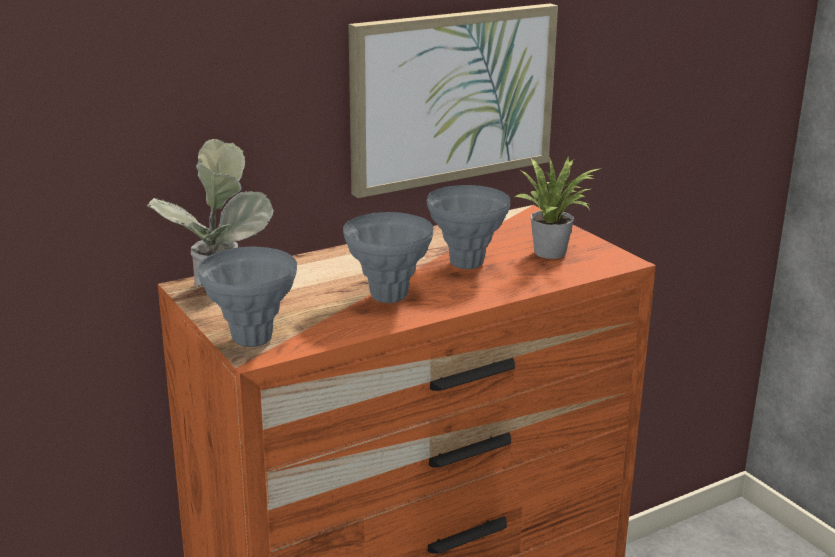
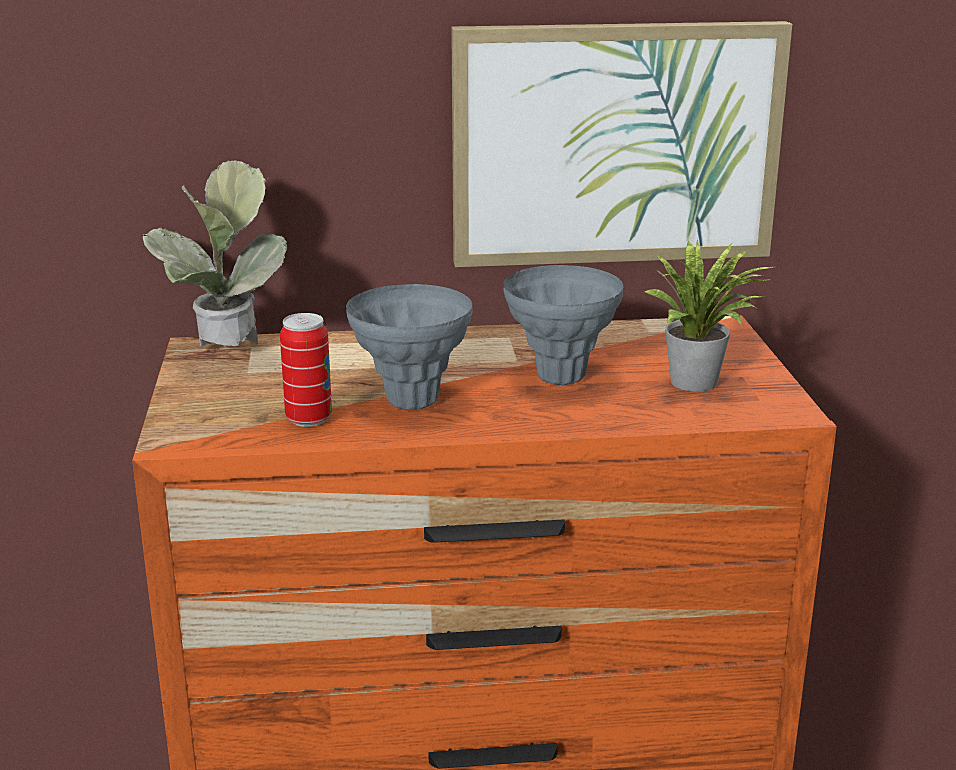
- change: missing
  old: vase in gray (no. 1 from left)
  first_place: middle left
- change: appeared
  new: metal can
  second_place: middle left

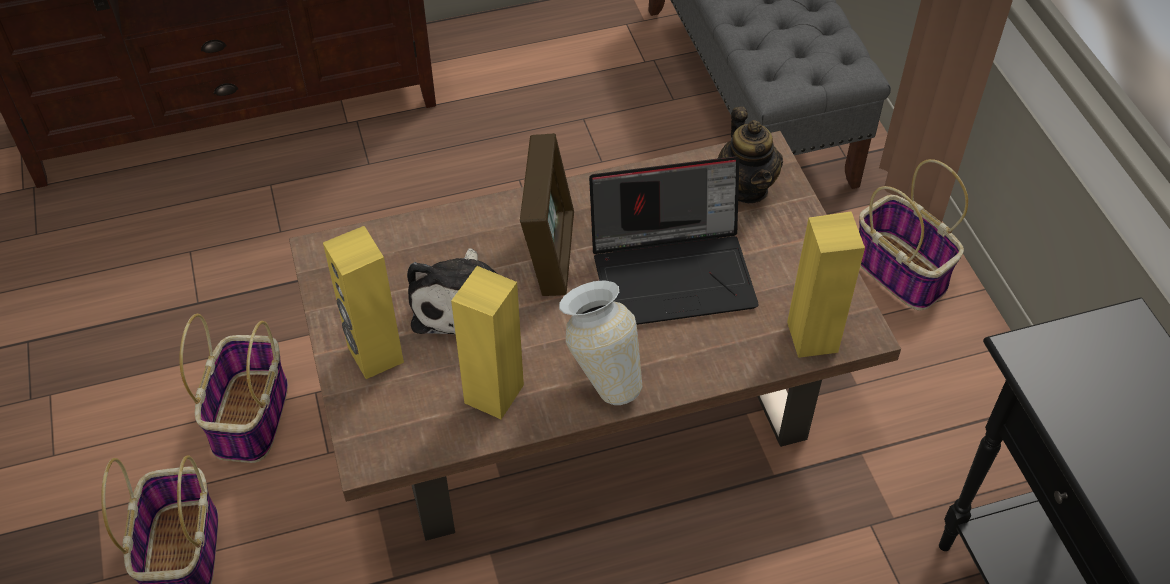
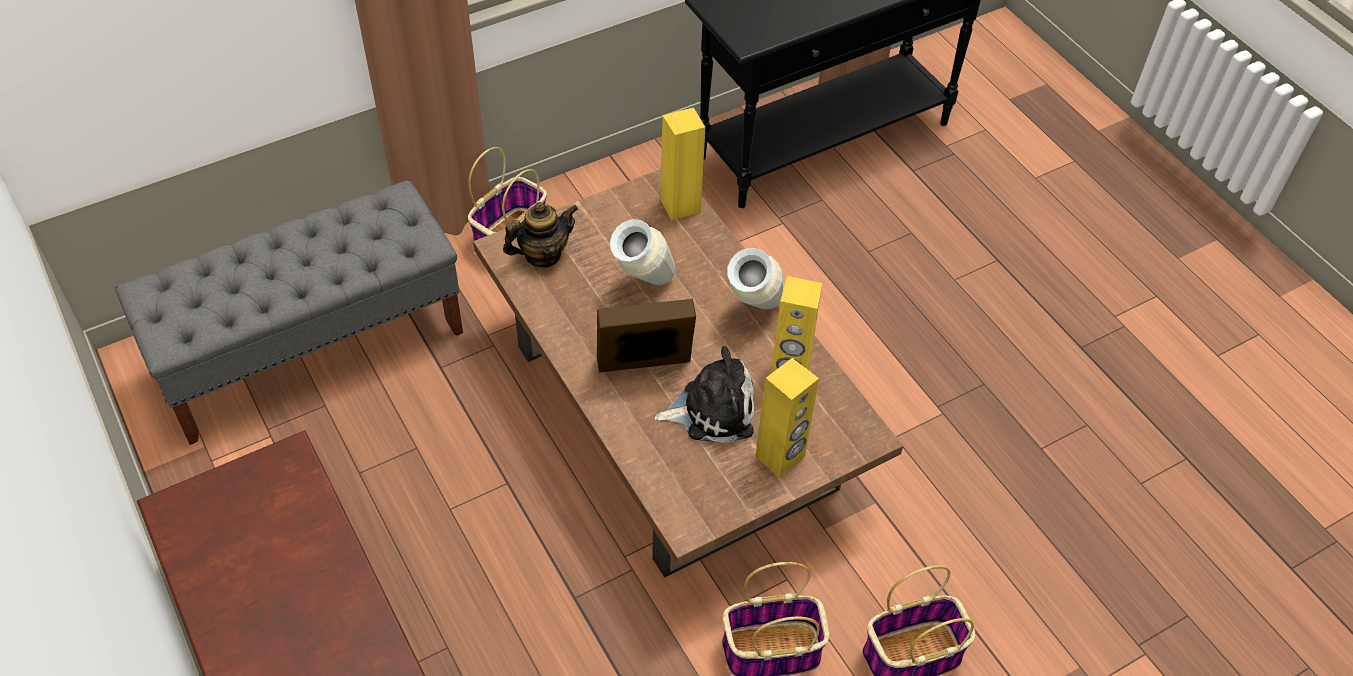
- change: exchanged
  old: notebook computer
  new: vase (no. 1 from left)
  first_place: centre
  second_place: centre

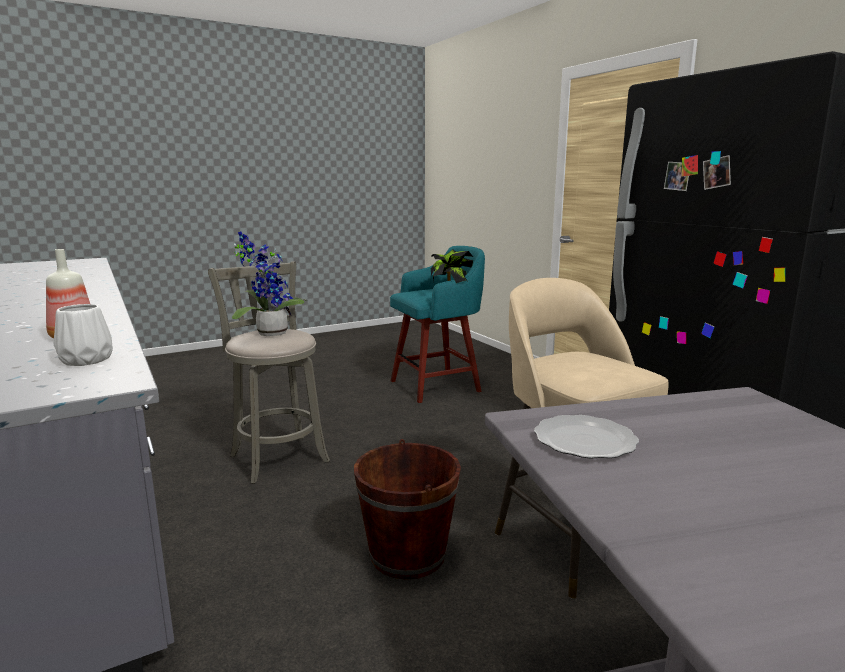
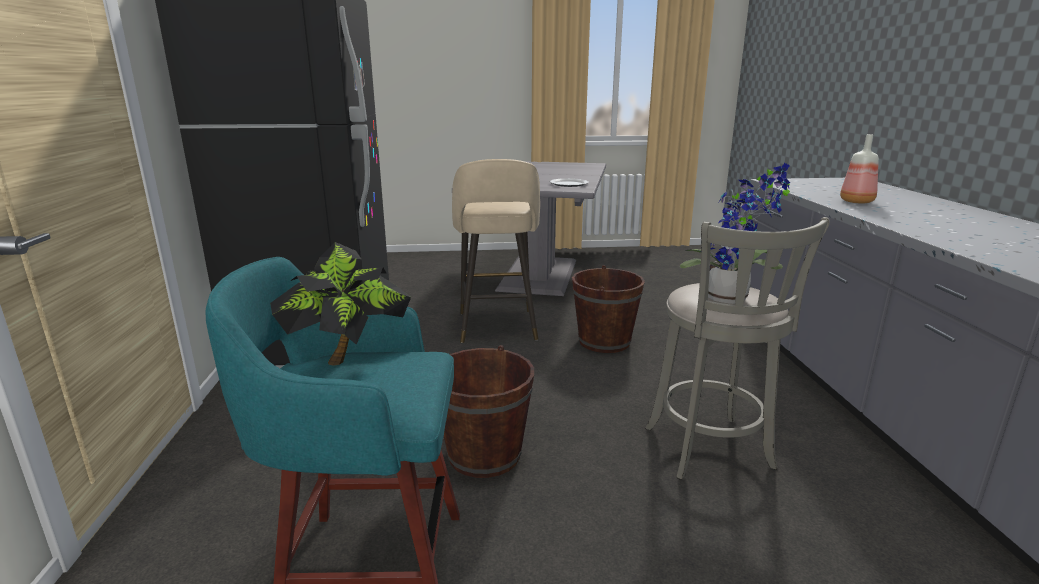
- change: missing
  old: vase in whitish
  first_place: middle left
- change: appeared
  new: water bucket in brownish (no. 1 from left)
  second_place: bottom centre

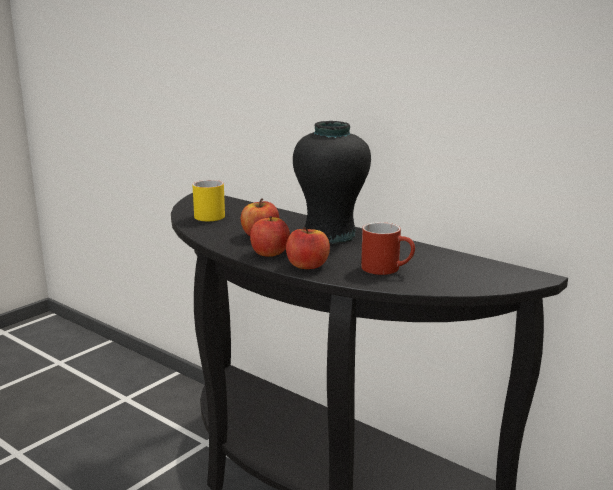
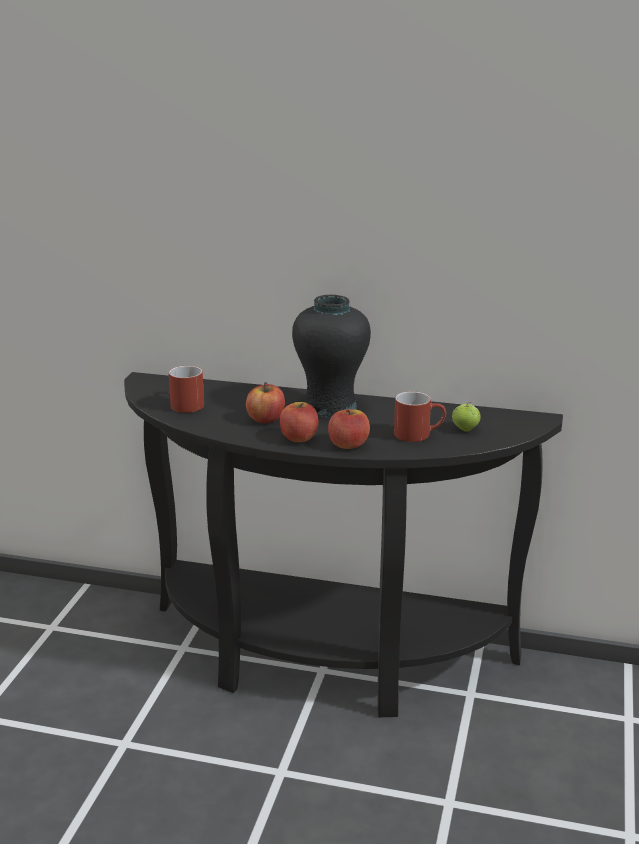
- change: appeared
  new: whole apple (no. 4 from left)
  second_place: middle right
- change: colour
  old: mug in yellowish
  new: mug in reddish (no. 1 from left)
  first_place: centre
  second_place: middle left

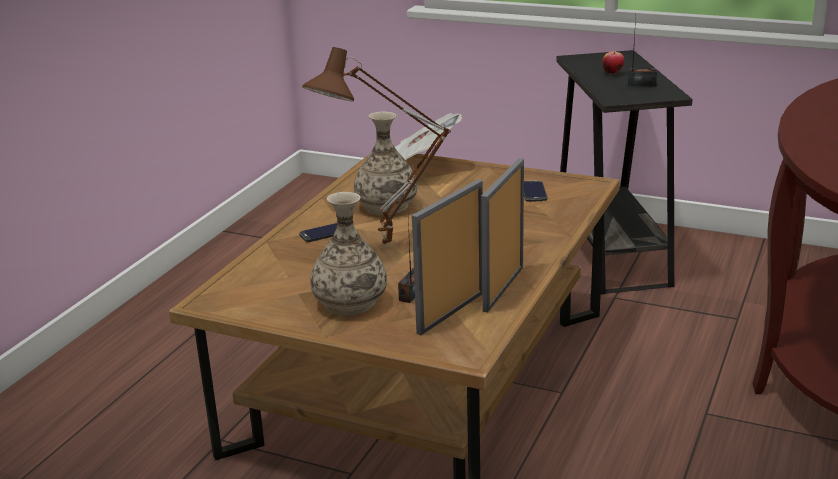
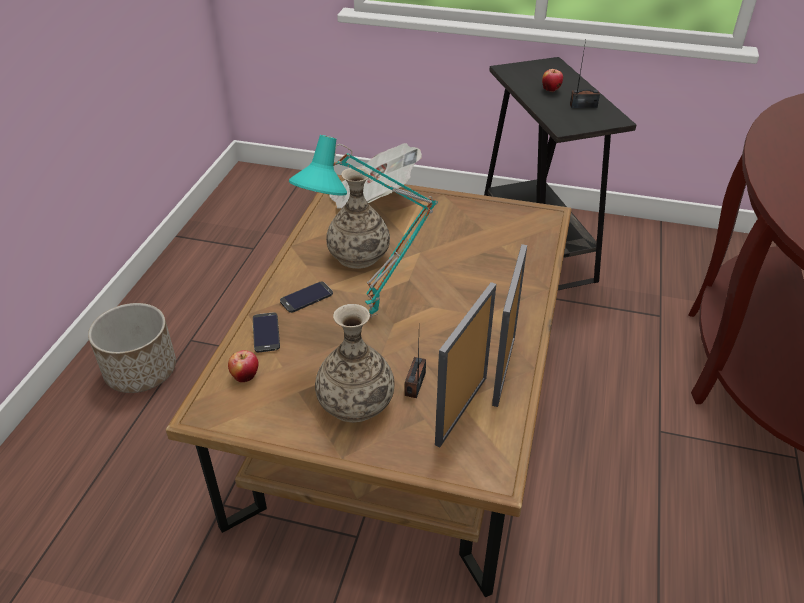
- change: appeared
  new: plant pot
  second_place: middle left
- change: appeared
  new: whole apple (no. 1 from left)
  second_place: middle left
- change: relocated
  old: phone (no. 2 from left in the first image)
  new: phone (no. 1 from left)
  first_place: centre
  second_place: middle left
- change: colour
  old: tabletop lamp in brownish
  new: tabletop lamp in turquoise
  first_place: top centre
  second_place: centre

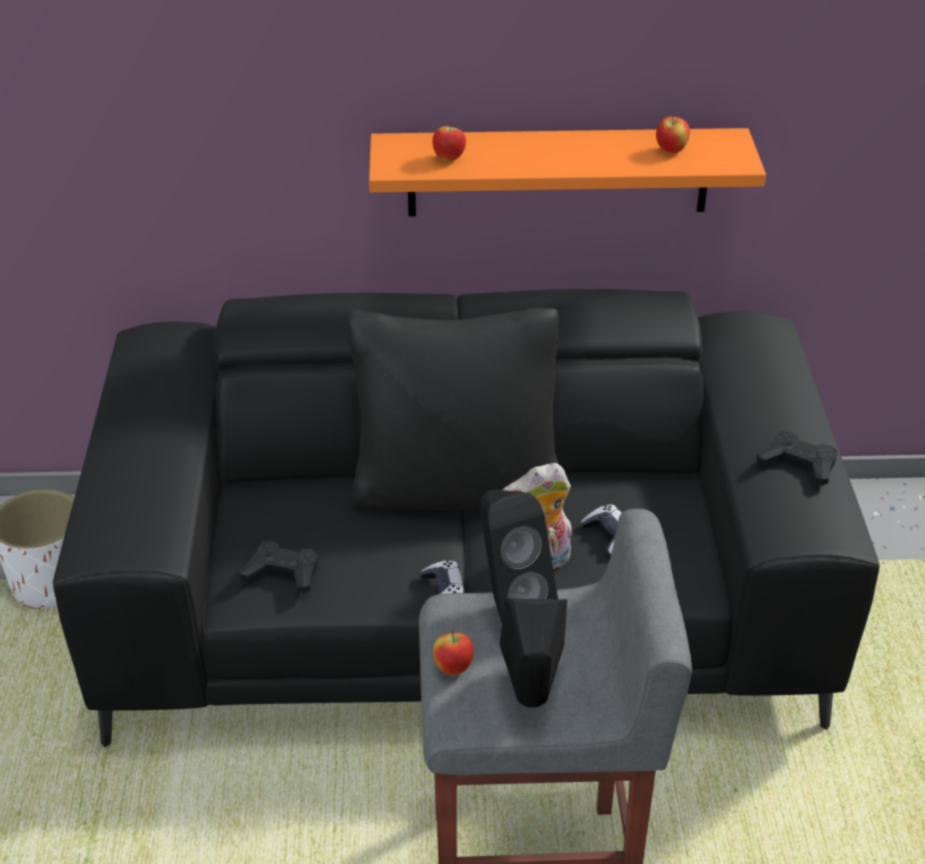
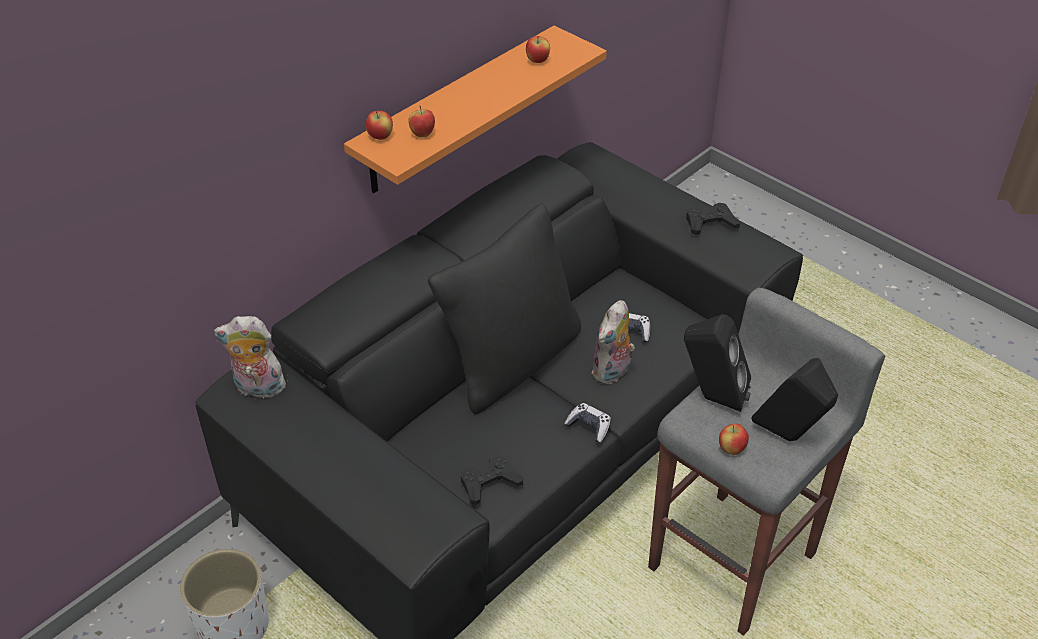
- change: appeared
  new: plush toy (no. 1 from left)
  second_place: middle left
- change: appeared
  new: whole apple (no. 1 from left)
  second_place: top centre

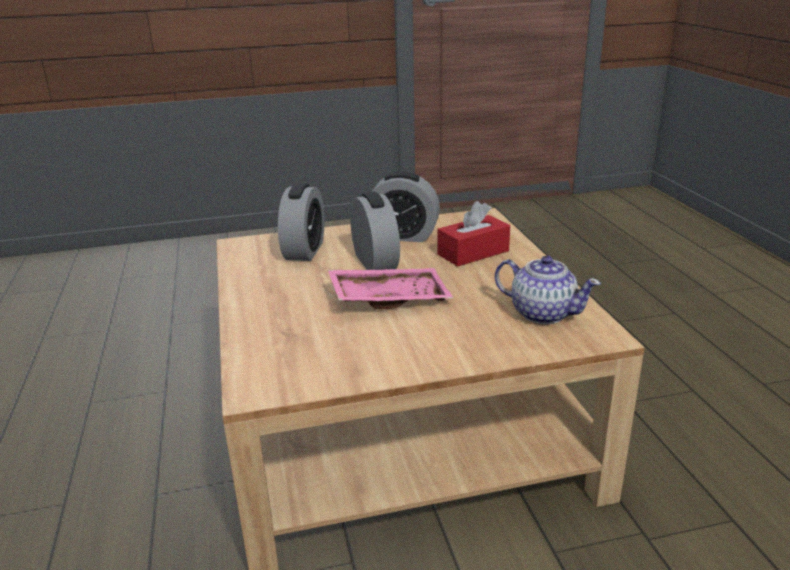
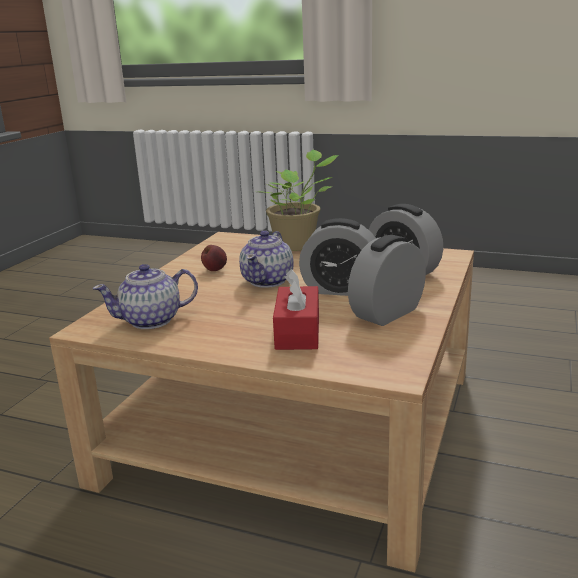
- change: appeared
  new: whole apple
  second_place: centre
- change: appeared
  new: potted plant
  second_place: centre
- change: exchanged
  old: tray in pink-coloured
  new: pot for tea (no. 2 from left)
  first_place: centre
  second_place: centre

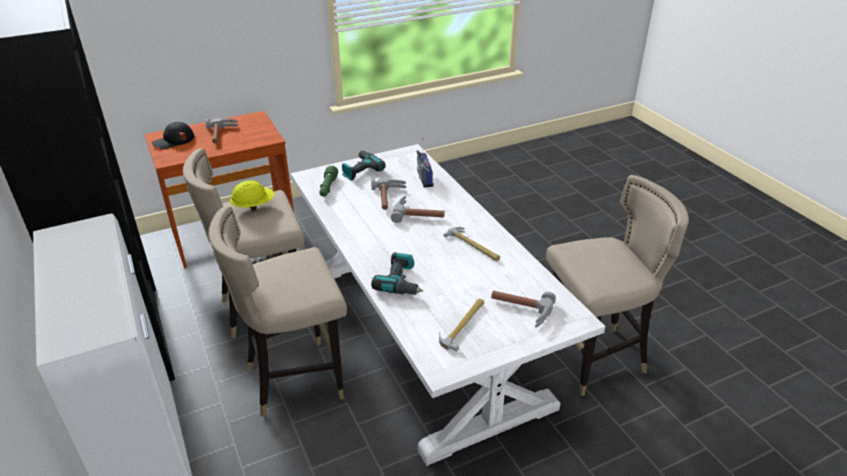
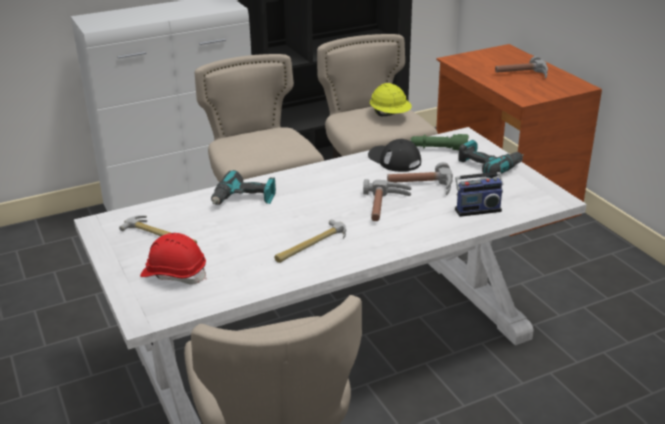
- change: relocated
  old: peaked cap in blackish
  first_place: top left
  second_place: centre
- change: exchanged
  old: hand hammer (no. 6 from left)
  new: safety helmet in reddish
  first_place: centre
  second_place: middle left

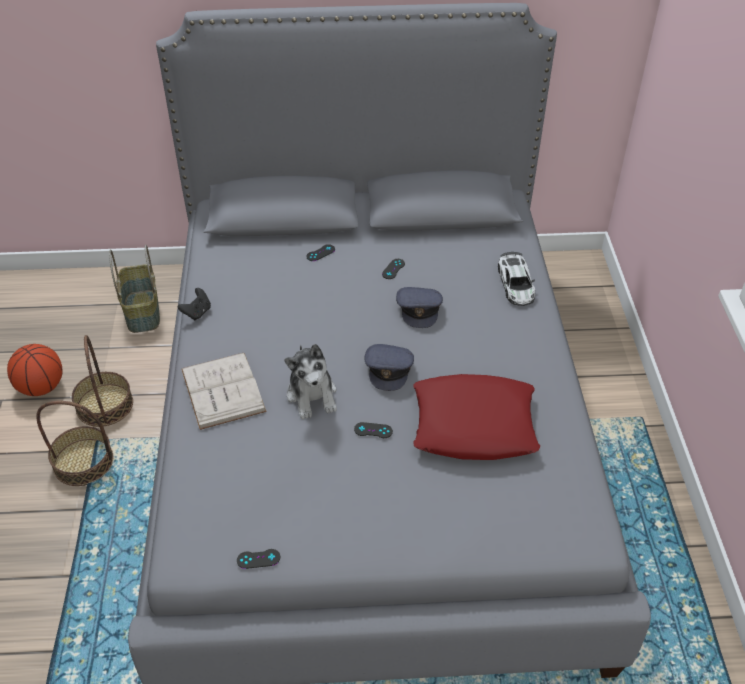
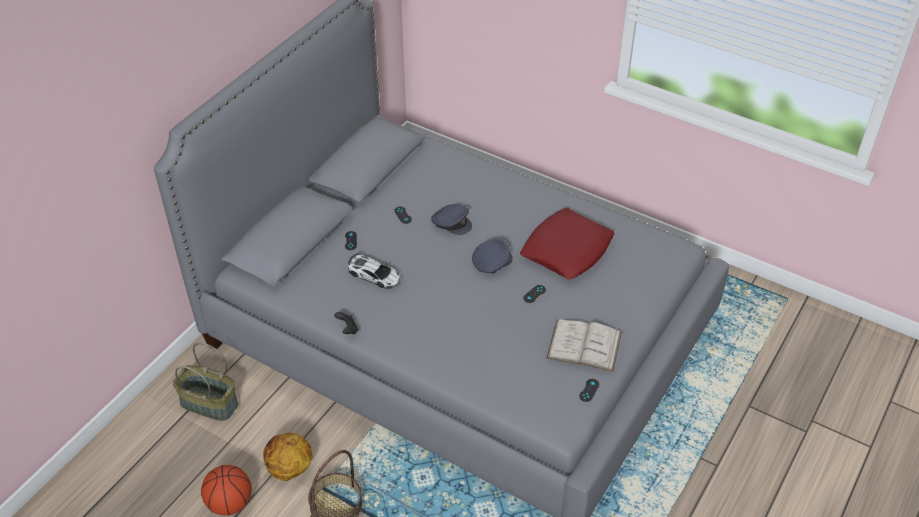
- change: missing
  old: plush toy
  first_place: centre
- change: relocated
  old: book in whitish
  first_place: middle left
  second_place: bottom centre
- change: relocated
  old: miniature car
  first_place: middle right
  second_place: centre
- change: exchanged
  old: household basket (no. 2 from left)
  new: ball for basketball (no. 2 from left)
  first_place: middle left
  second_place: bottom left
- change: spun
  old: peaked cap in gray (no. 1 from left in the first image)
  first_place: centre
  second_place: centre
  degrees: -75

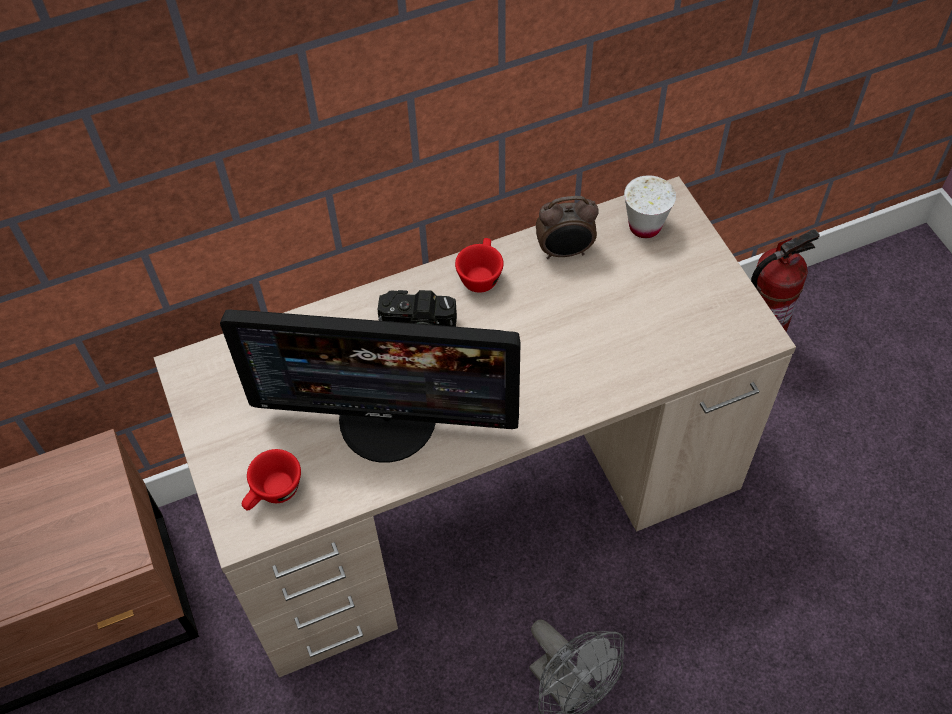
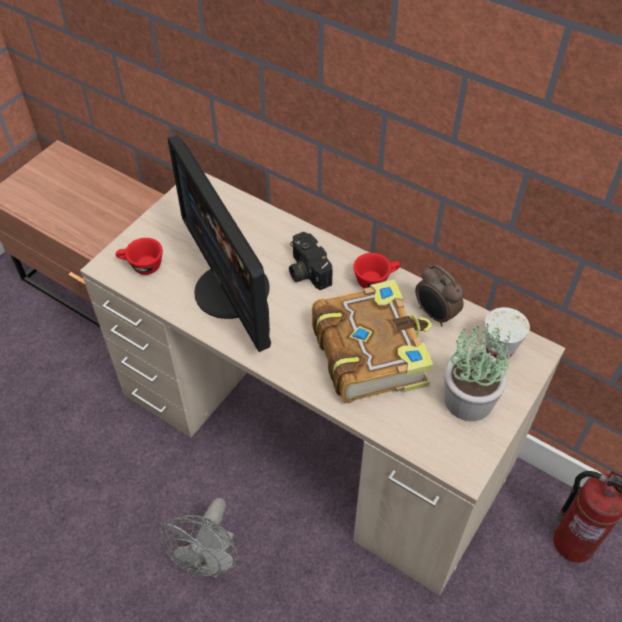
- change: appeared
  new: book
  second_place: centre
- change: appeared
  new: potted plant
  second_place: middle right

